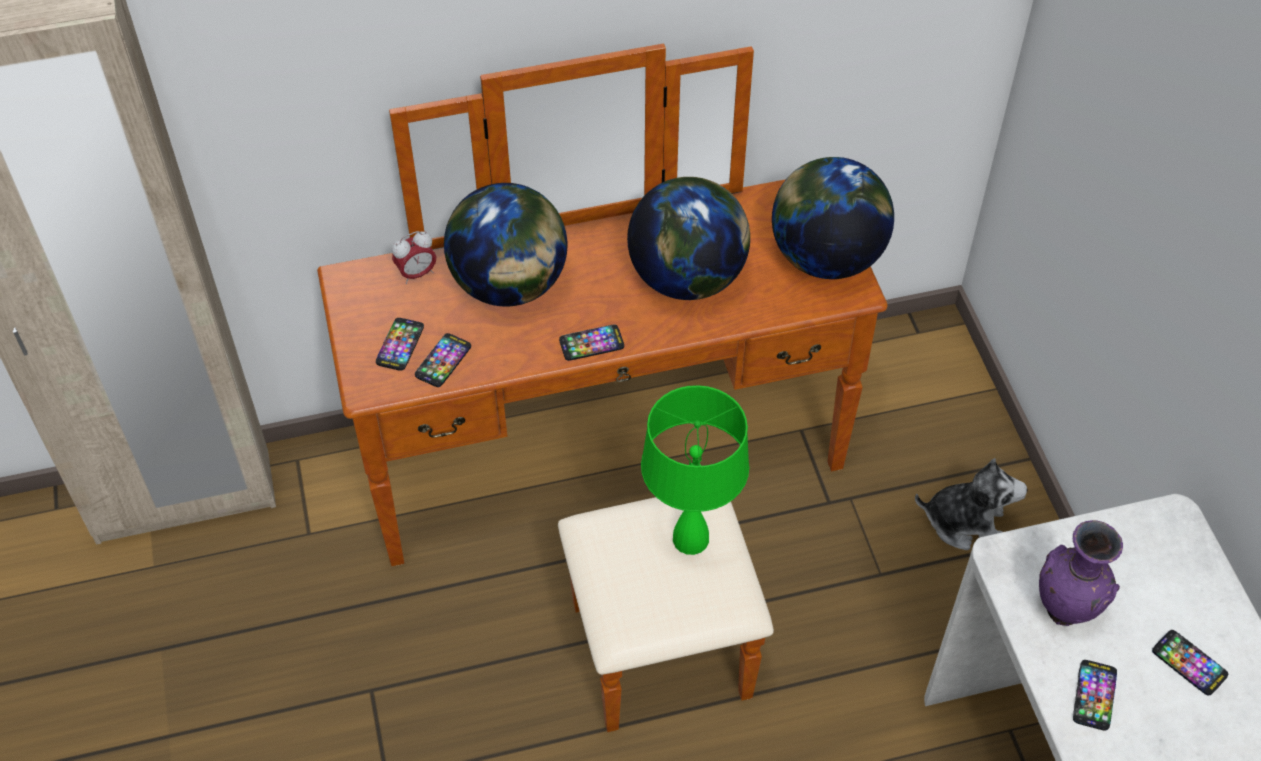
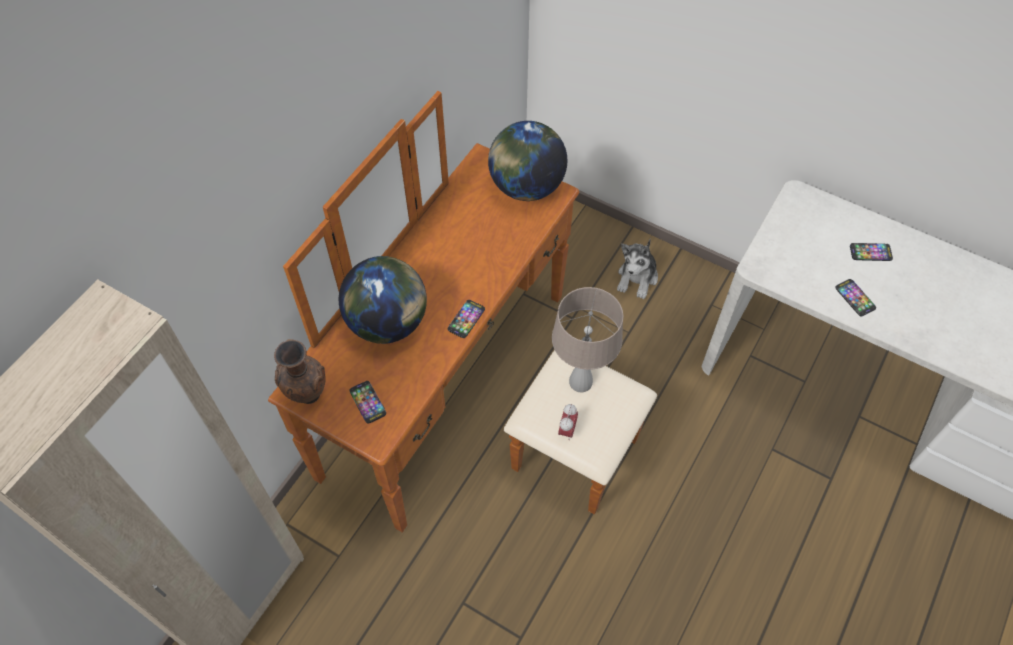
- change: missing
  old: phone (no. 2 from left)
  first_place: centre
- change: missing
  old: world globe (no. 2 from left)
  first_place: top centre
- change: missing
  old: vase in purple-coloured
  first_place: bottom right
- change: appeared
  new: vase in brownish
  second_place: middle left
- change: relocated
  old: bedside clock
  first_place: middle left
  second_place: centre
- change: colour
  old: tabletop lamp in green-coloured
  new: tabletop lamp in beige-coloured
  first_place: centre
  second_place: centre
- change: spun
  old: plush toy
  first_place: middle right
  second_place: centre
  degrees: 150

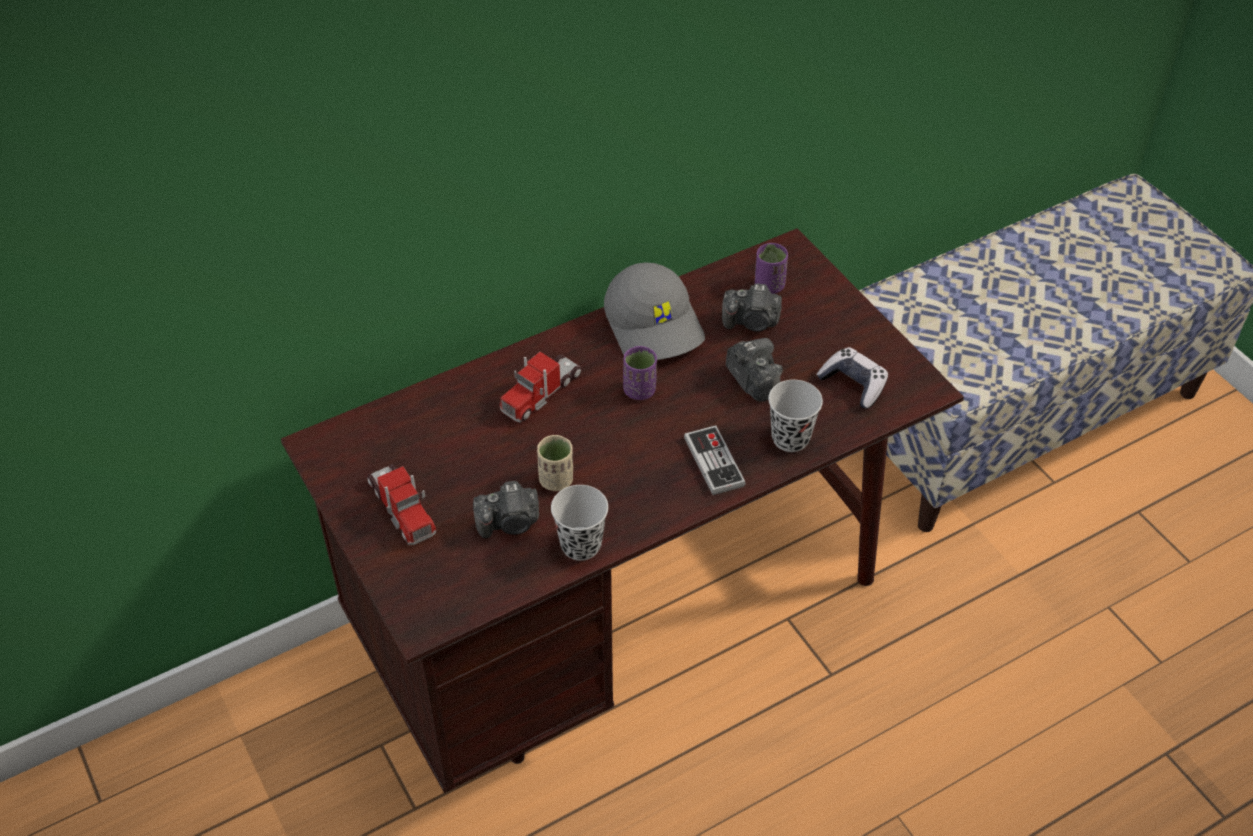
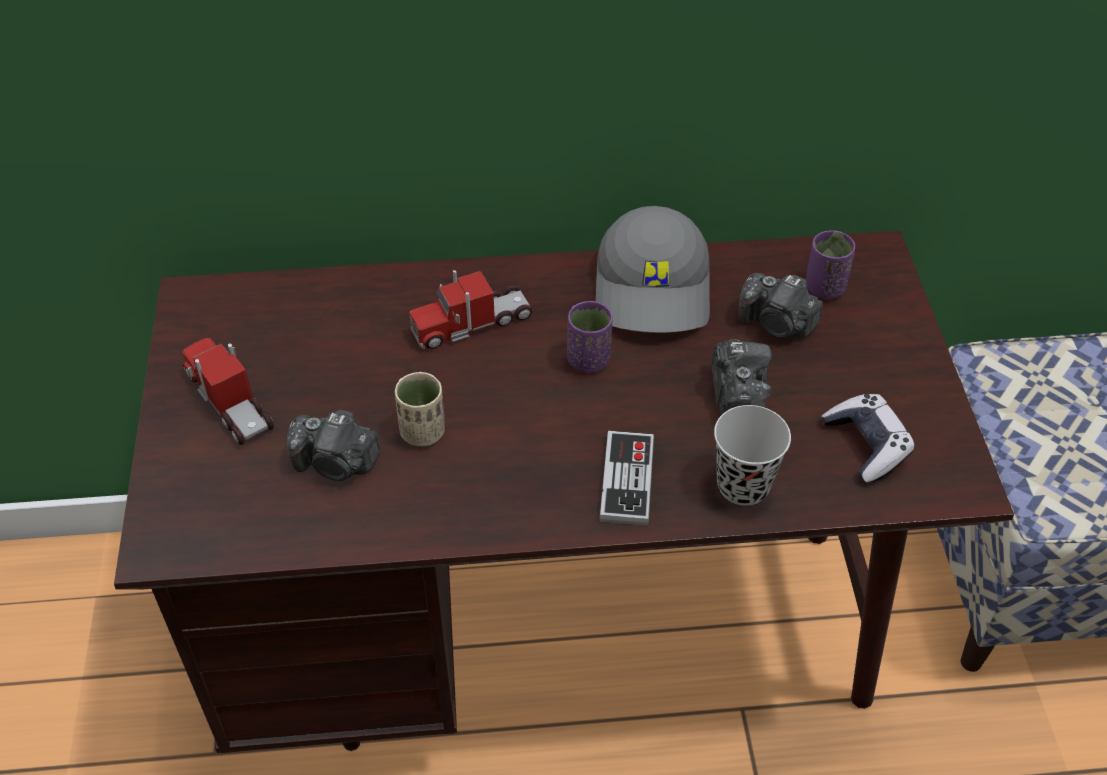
- change: missing
  old: small cup in blackish (no. 1 from left)
  first_place: centre
- change: spun
  old: toy truck (no. 1 from left)
  first_place: middle left
  second_place: middle left
  degrees: 150

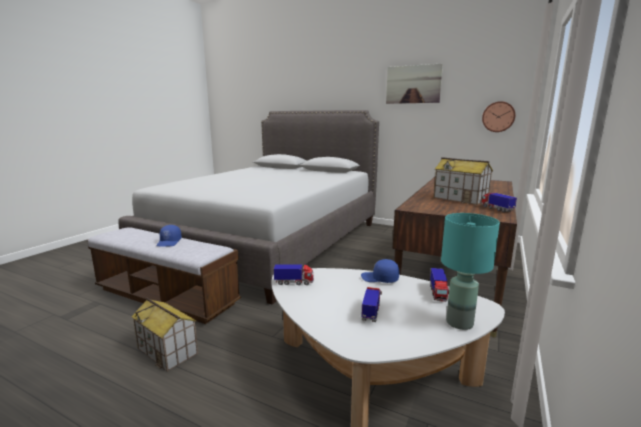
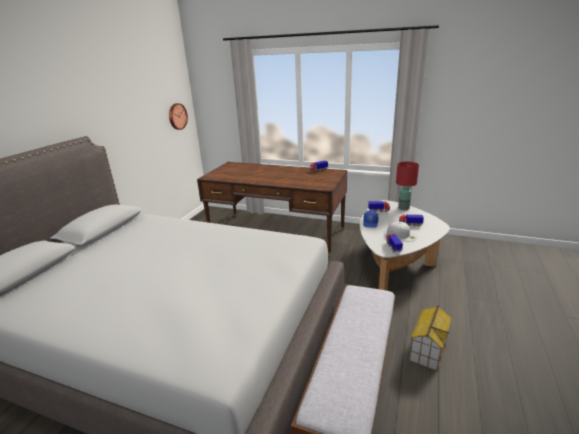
- change: missing
  old: peaked cap in blue-coloured (no. 1 from left)
  first_place: middle left
- change: missing
  old: picture
  first_place: top centre
- change: missing
  old: model house (no. 2 from left)
  first_place: middle right
- change: appeared
  new: peaked cap in whitish
  second_place: middle right
- change: colour
  old: tabletop lamp in turquoise
  new: tabletop lamp in reddish
  first_place: middle right
  second_place: middle right

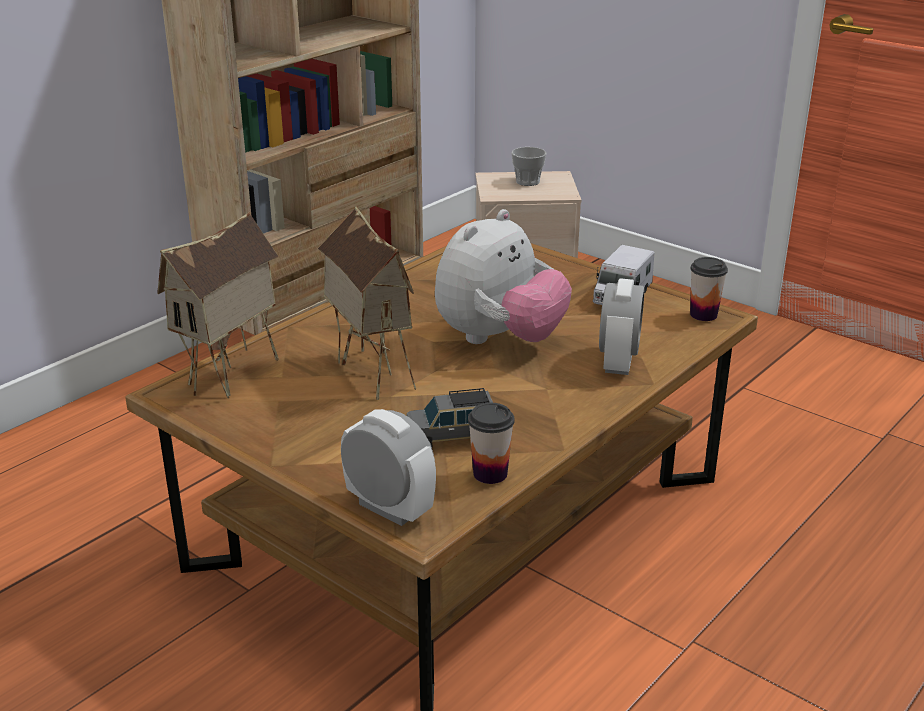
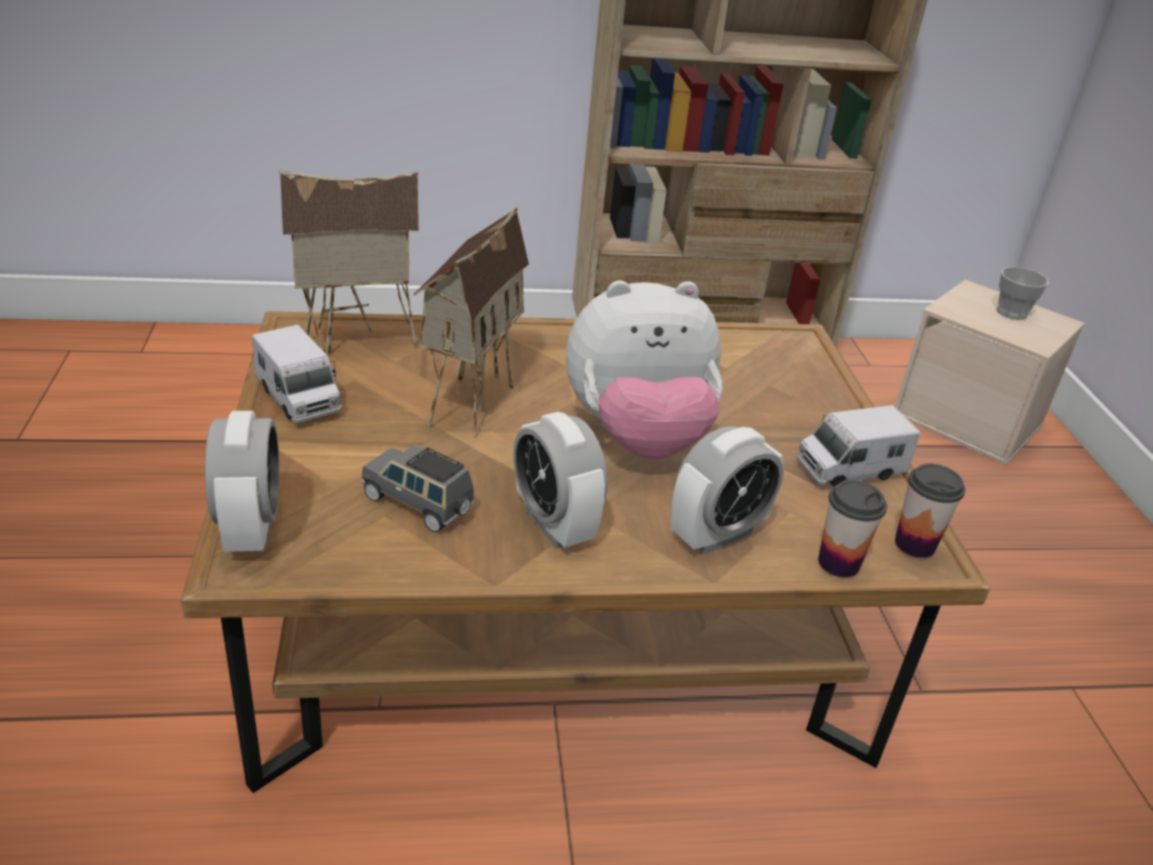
- change: appeared
  new: toy truck (no. 1 from left)
  second_place: middle left
- change: appeared
  new: bedside clock (no. 2 from left)
  second_place: centre
- change: relocated
  old: small cup (no. 1 from left)
  first_place: centre
  second_place: middle right

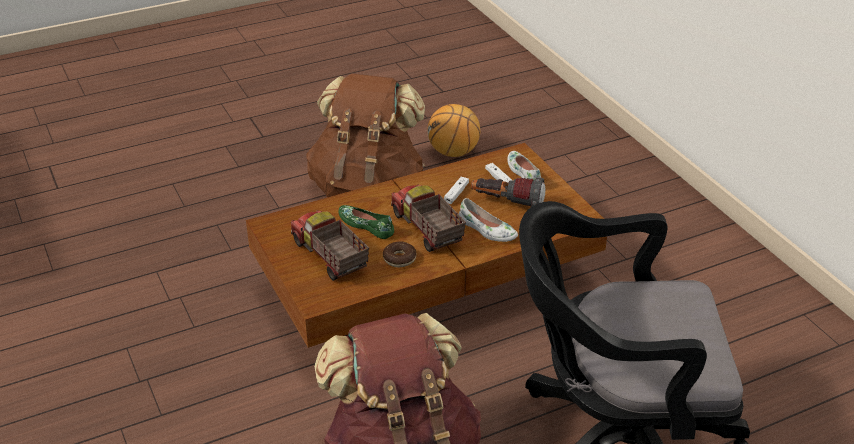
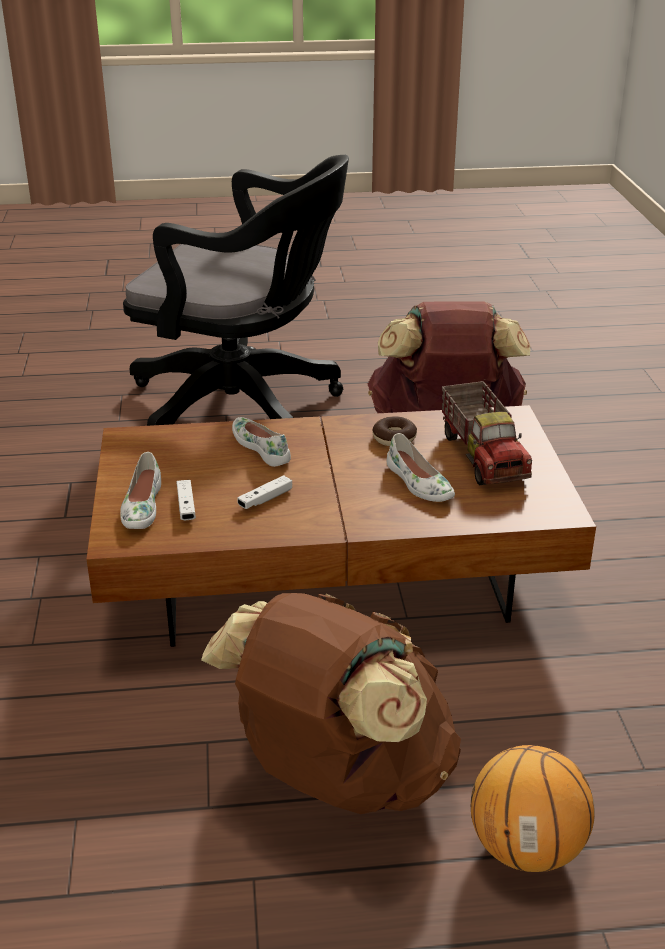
- change: missing
  old: toy truck (no. 2 from left)
  first_place: centre
- change: missing
  old: torch
  first_place: centre
- change: relocated
  old: ball for basketball
  first_place: top centre
  second_place: bottom right
- change: colour
  old: shoe in green-coloured
  new: shoe in whitish (no. 3 from left)
  first_place: centre
  second_place: centre

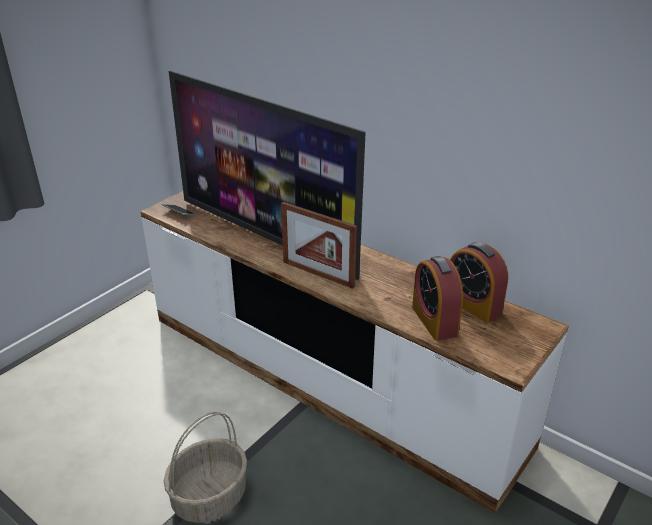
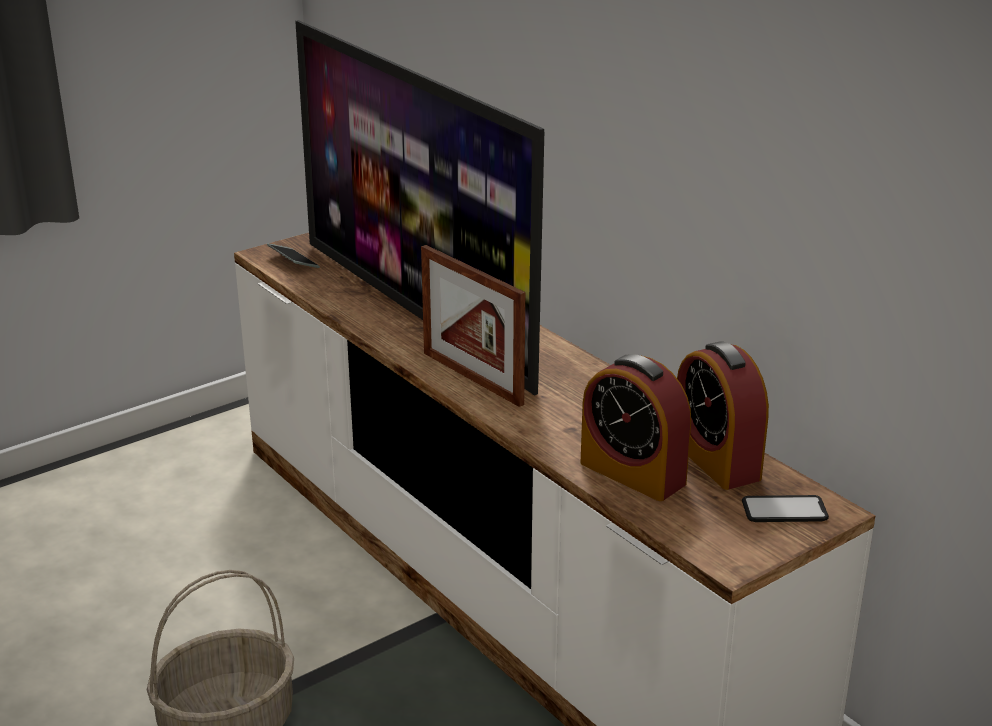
- change: appeared
  new: phone (no. 2 from left)
  second_place: bottom right
- change: spun
  old: bedside clock (no. 1 from left)
  first_place: middle right
  second_place: centre
  degrees: -45

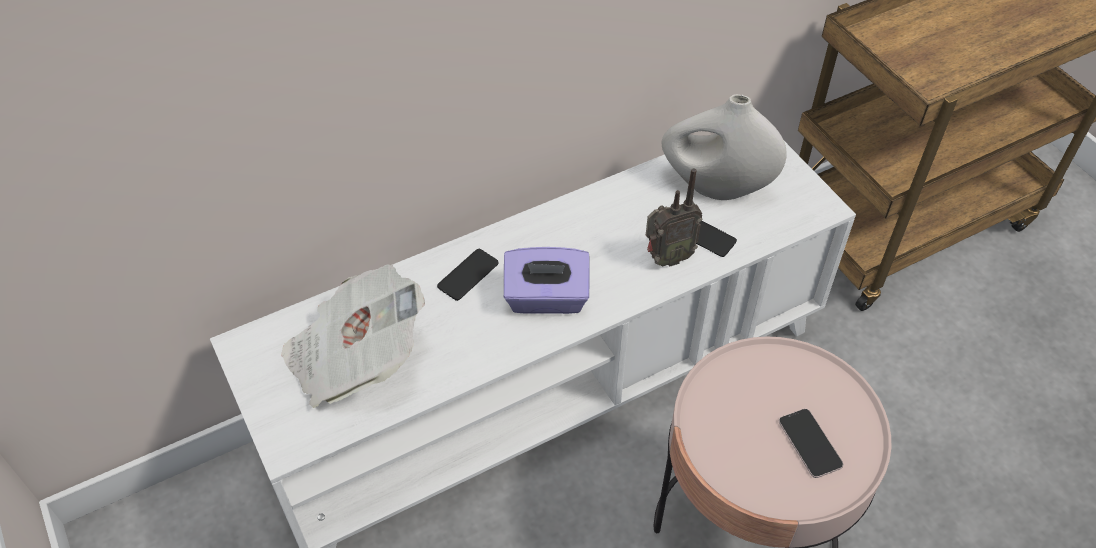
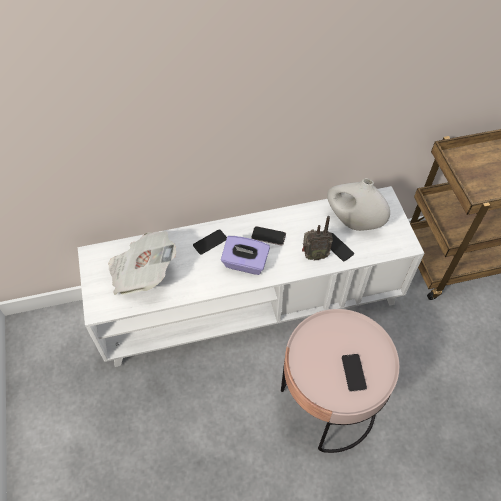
- change: appeared
  new: phone (no. 2 from left)
  second_place: centre

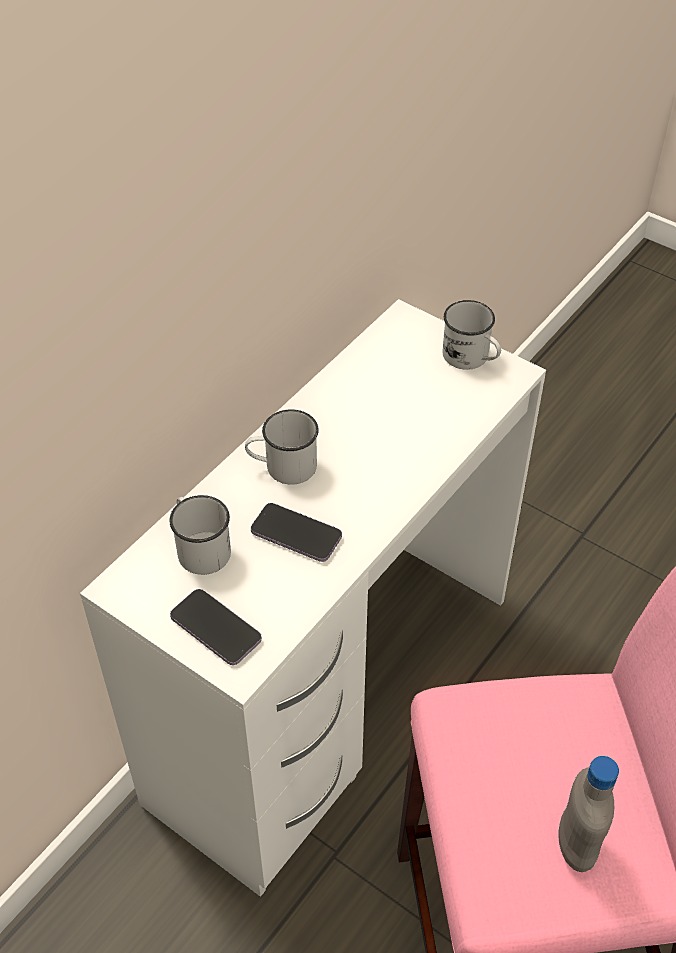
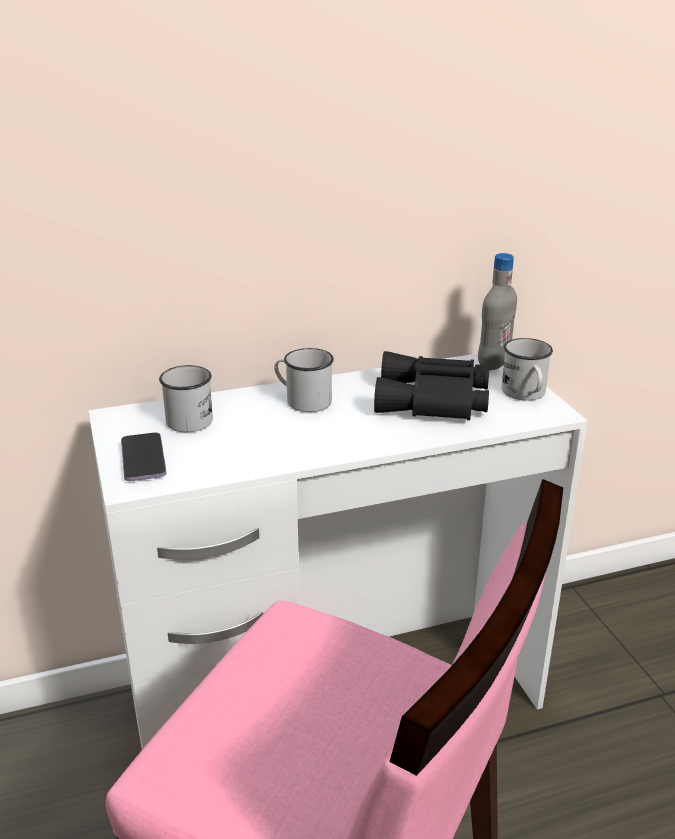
- change: missing
  old: phone (no. 2 from left)
  first_place: centre
- change: appeared
  new: pair of binoculars in blackish
  second_place: centre
- change: relocated
  old: bottle in gray
  first_place: bottom right
  second_place: middle right

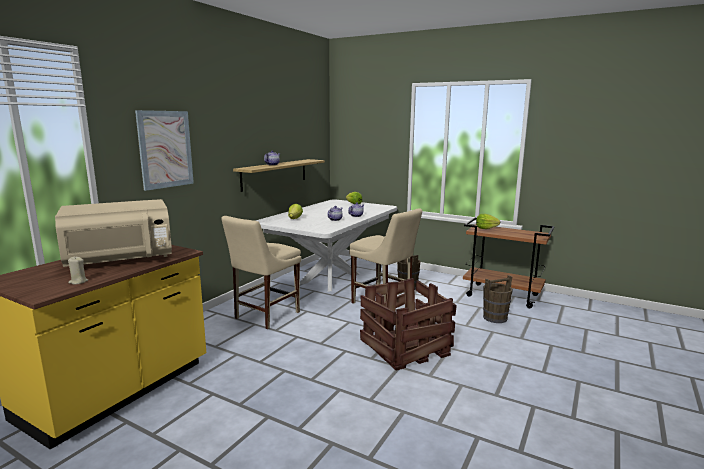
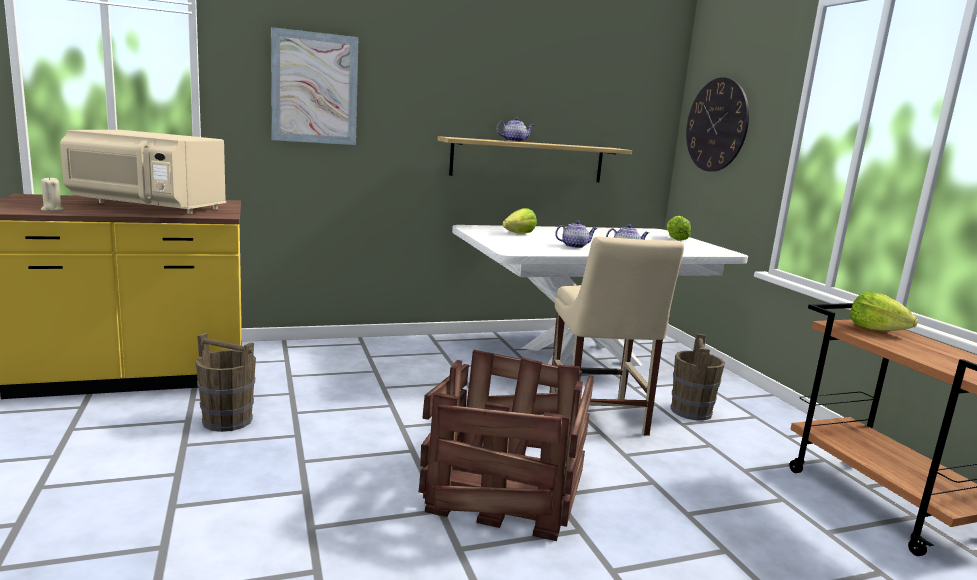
- change: missing
  old: upright chair in beige-coloured (no. 1 from left)
  first_place: centre
- change: appeared
  new: clock on the wall
  second_place: top right
- change: relocated
  old: water bucket in brownish (no. 2 from left in the first image)
  new: water bucket in brownish (no. 1 from left)
  first_place: middle right
  second_place: middle left

